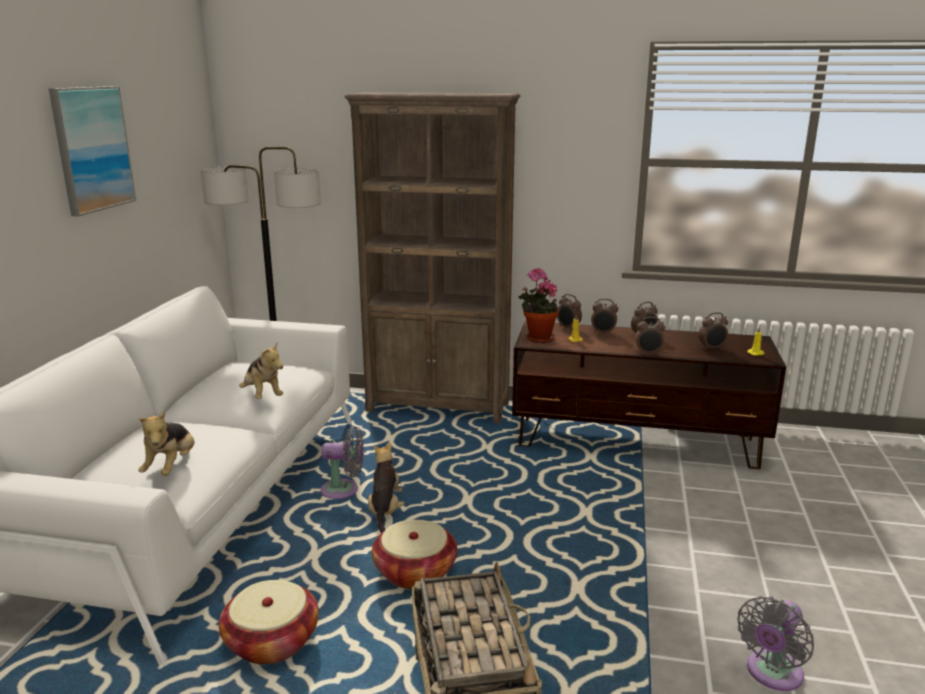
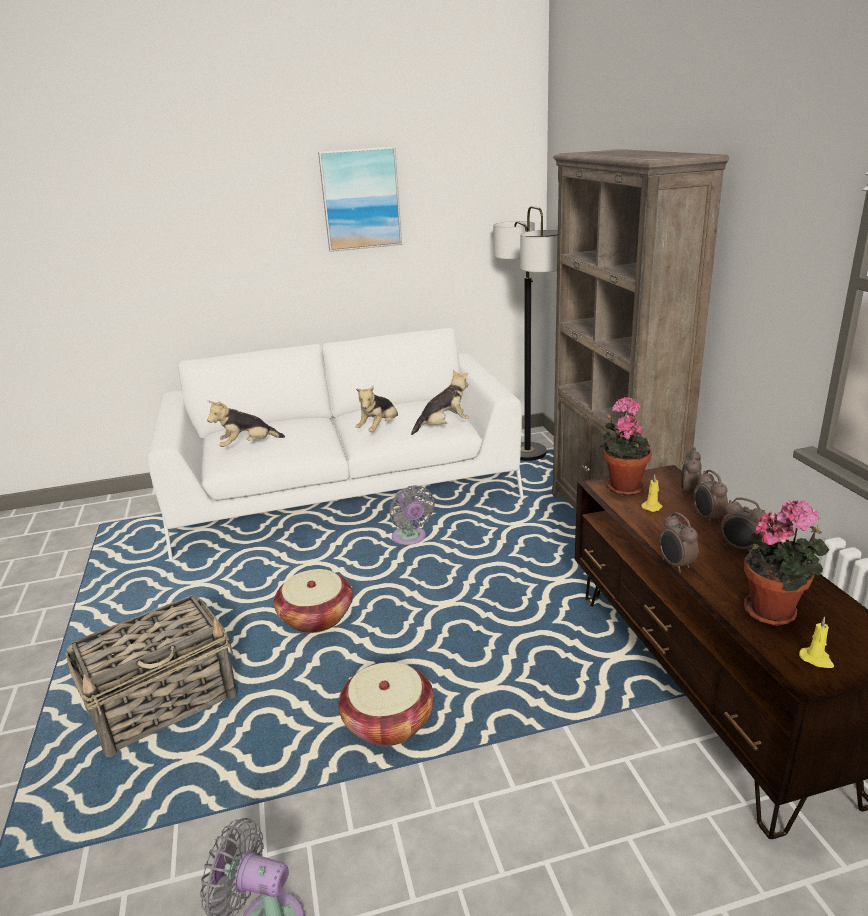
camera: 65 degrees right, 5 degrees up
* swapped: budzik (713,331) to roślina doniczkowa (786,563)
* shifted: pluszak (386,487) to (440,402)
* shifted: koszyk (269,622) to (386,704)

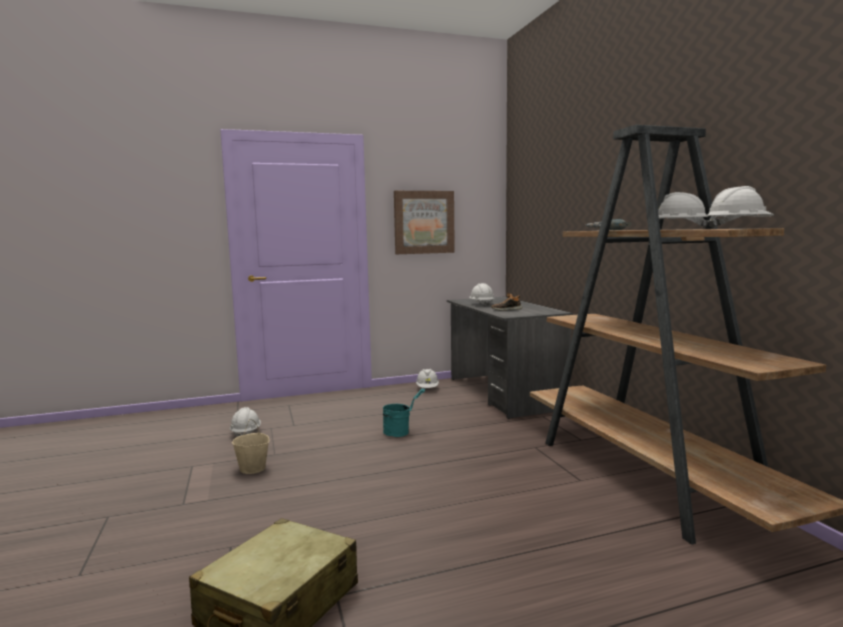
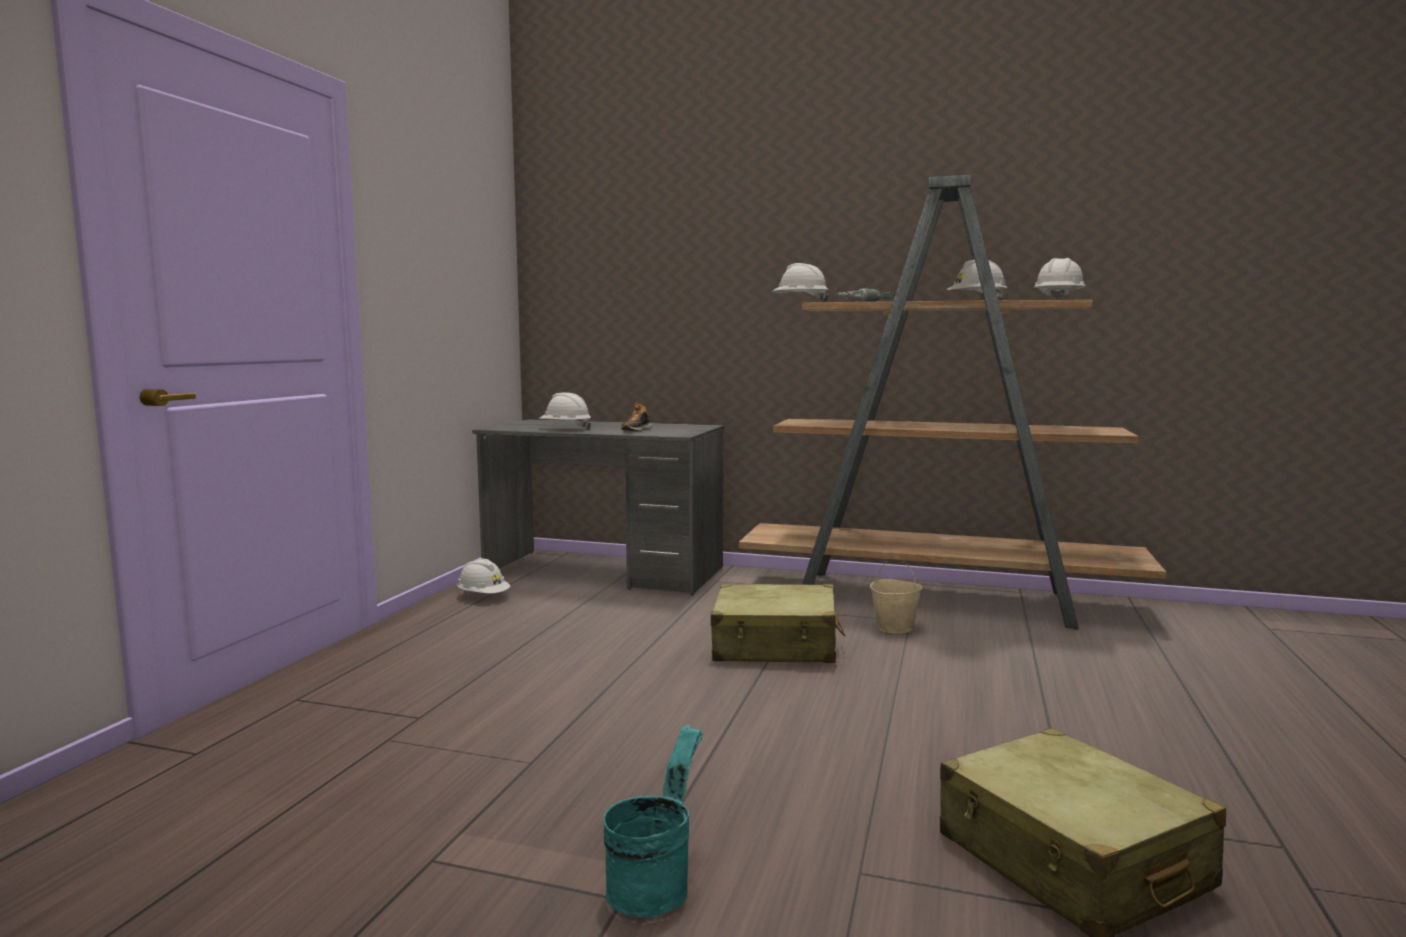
camera: 55 degrees left, 0 degrees up
* gone: obraz (424,222)
* shifted: wiadro/turkusowy (404,412) to (653,821)
* shifted: kask/biały (245,421) to (800,282)
* shifted: wiadro/beżowy (251,446) to (896,595)
* new: walizka/beżowy (778,623)

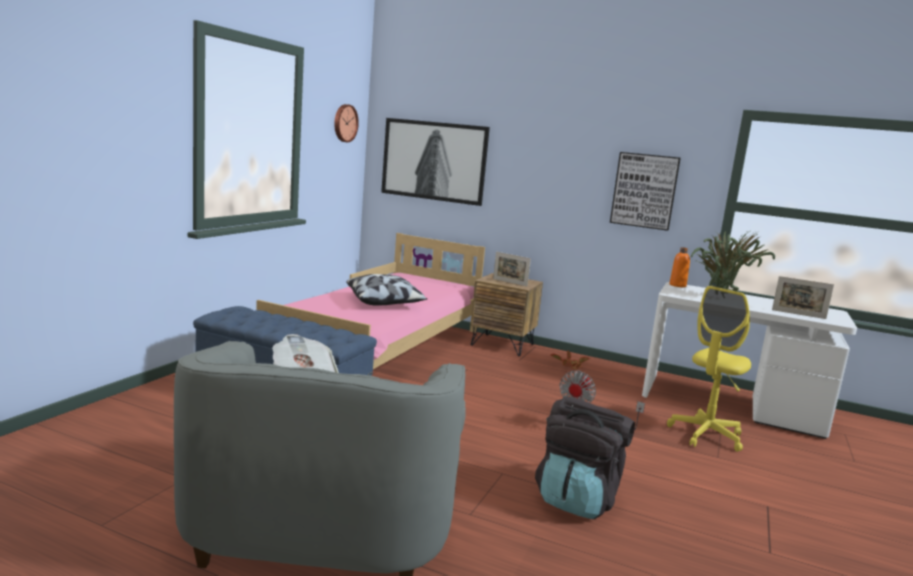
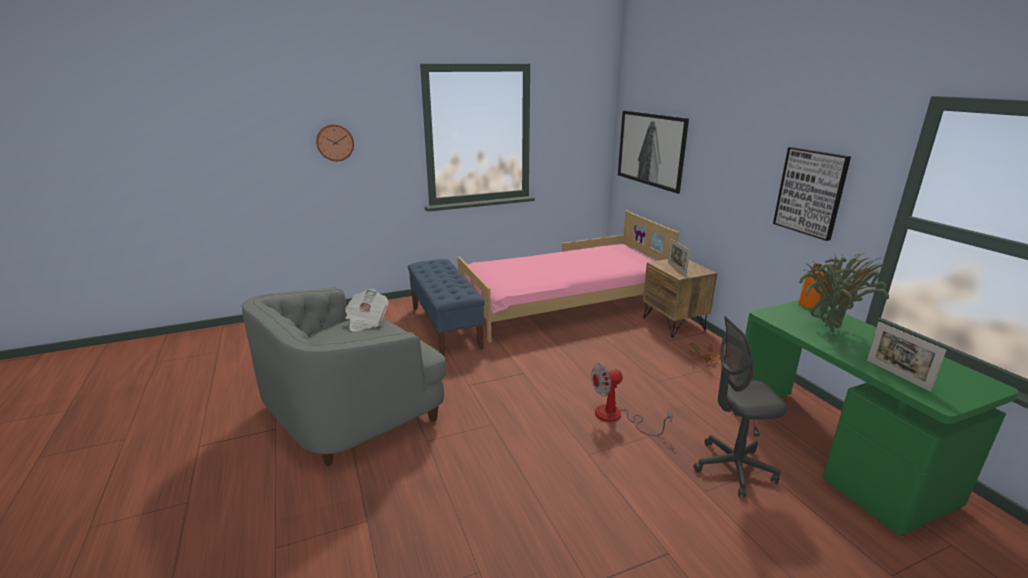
camera: 45 degrees right, 10 degrees up
* shifted: zegar ścienny (346,123) to (335,142)
* gone: poduszka (387,290)
* repainted: biurko/biały (749,360) to biurko/zielony (882,418)
* repainted: krzesło biurowe/żółty (709,369) to krzesło biurowe/szary (740,406)
* gone: plecak/czarny (585,458)

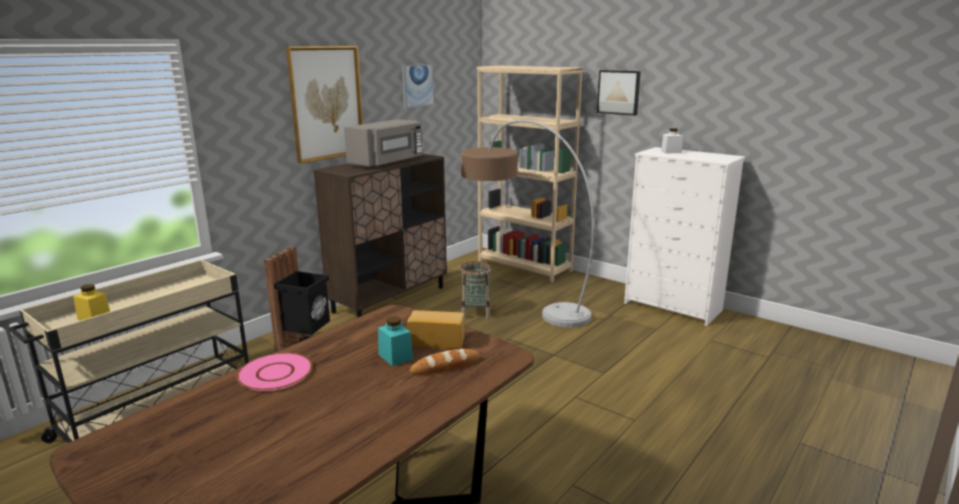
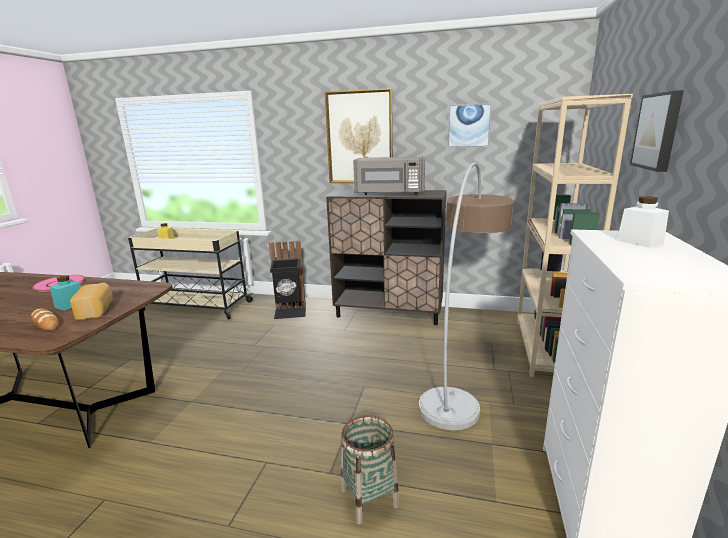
camera: 65 degrees right, 0 degrees up
* shifted: koszyk (475,290) to (370,470)

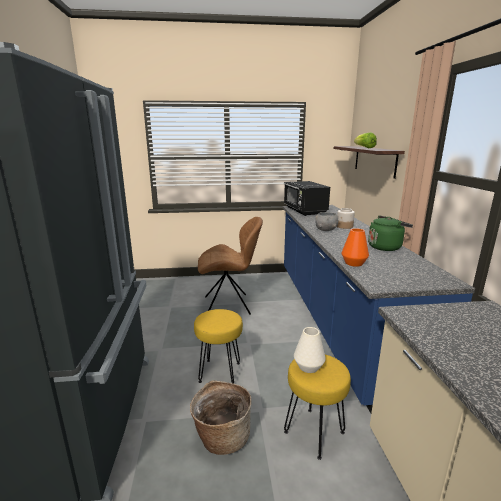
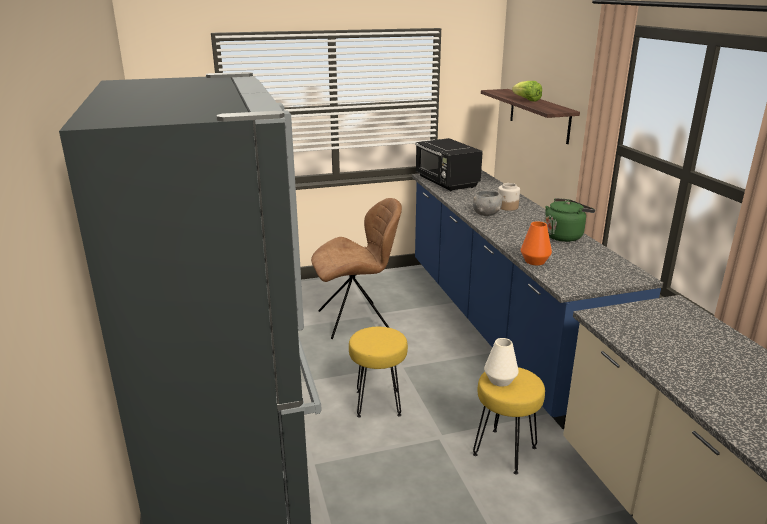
camera: 10 degrees left, 5 degrees up
* gone: koszyk (220,417)

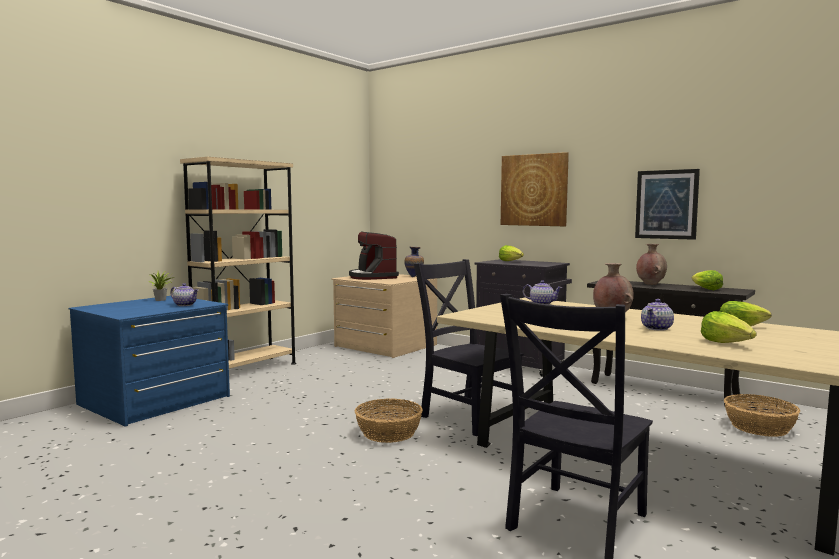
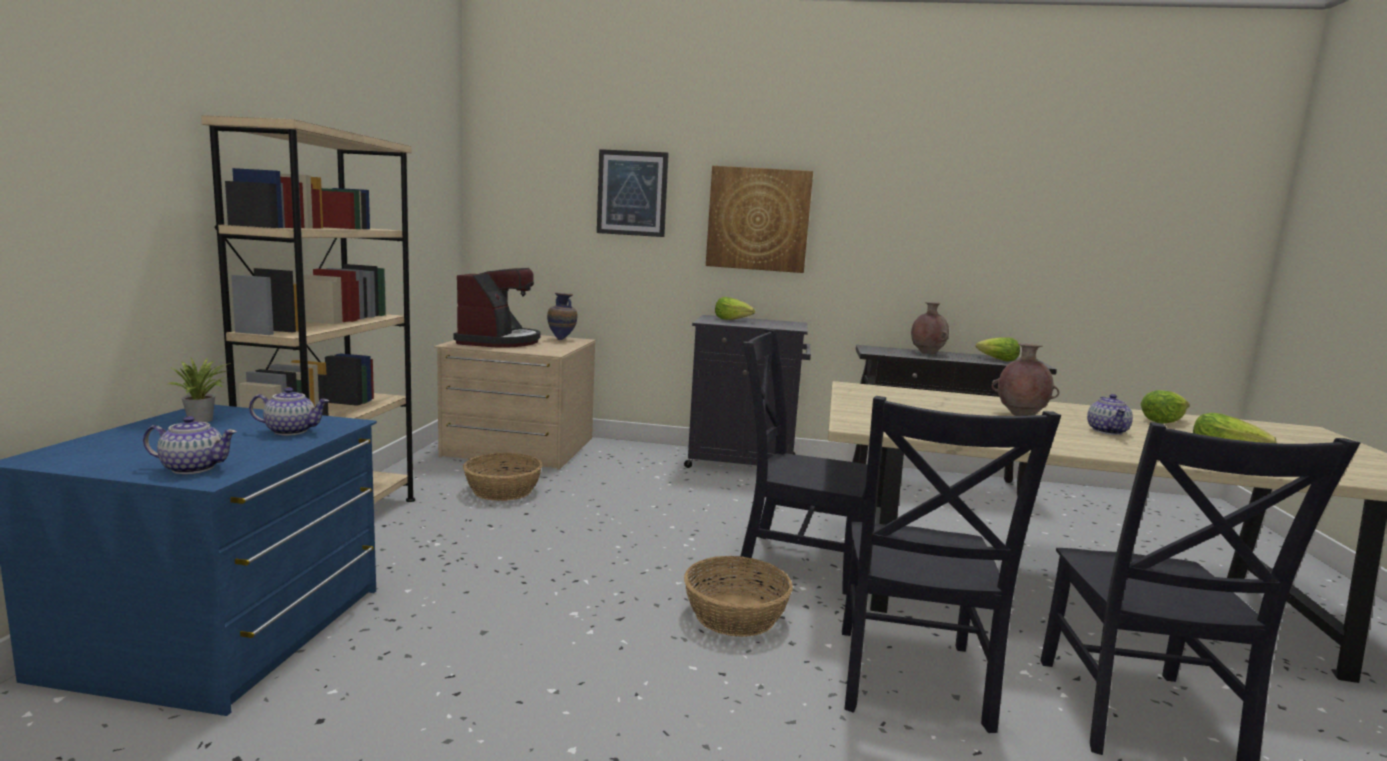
camera: 30 degrees left, 5 degrees up
* shifted: obraz (667,204) to (633,193)
* rotated: ekspres do kawy (374,256) = (497,308) 120 degrees counterclockwise
* shifted: imbryk (542,292) to (190,445)
* shifted: koszyk (762,415) to (502,477)
* new: krzesło/czarny (951,564)

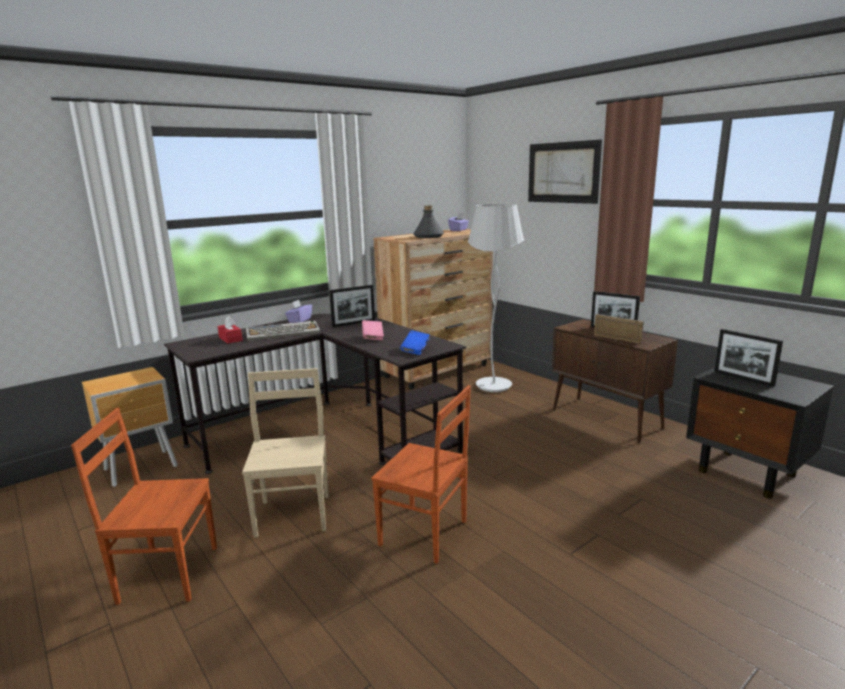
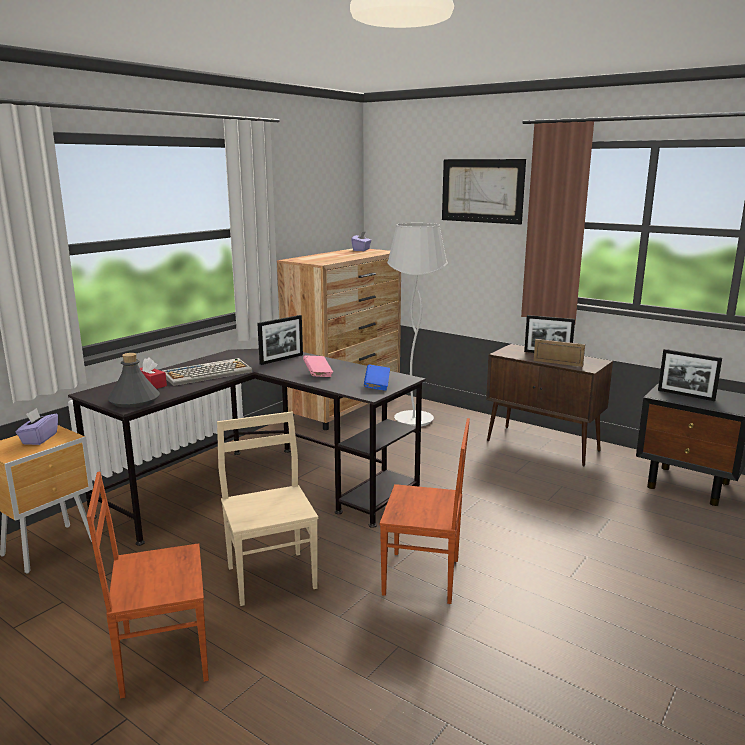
camera: 15 degrees left, 0 degrees up
* shifted: butelka/szary (428,221) to (134,380)
* shifted: pudełko chusteczek/fioletowy (298,311) to (37,426)

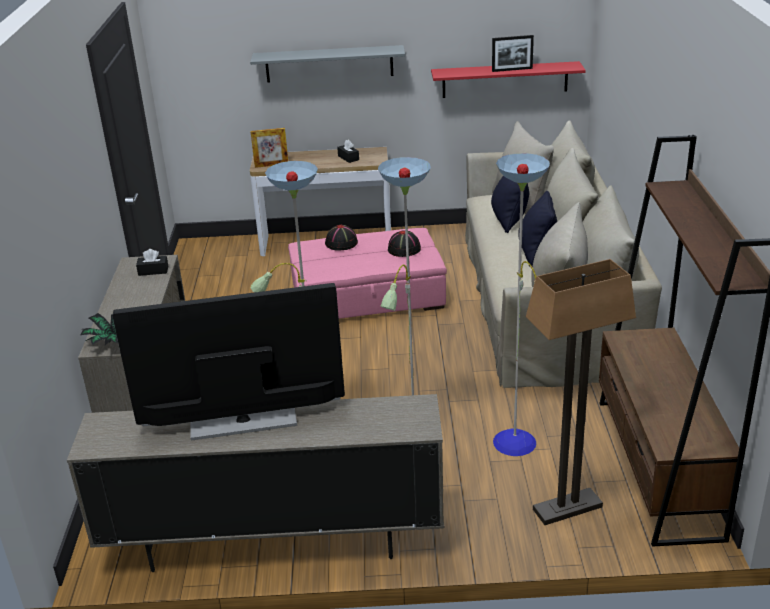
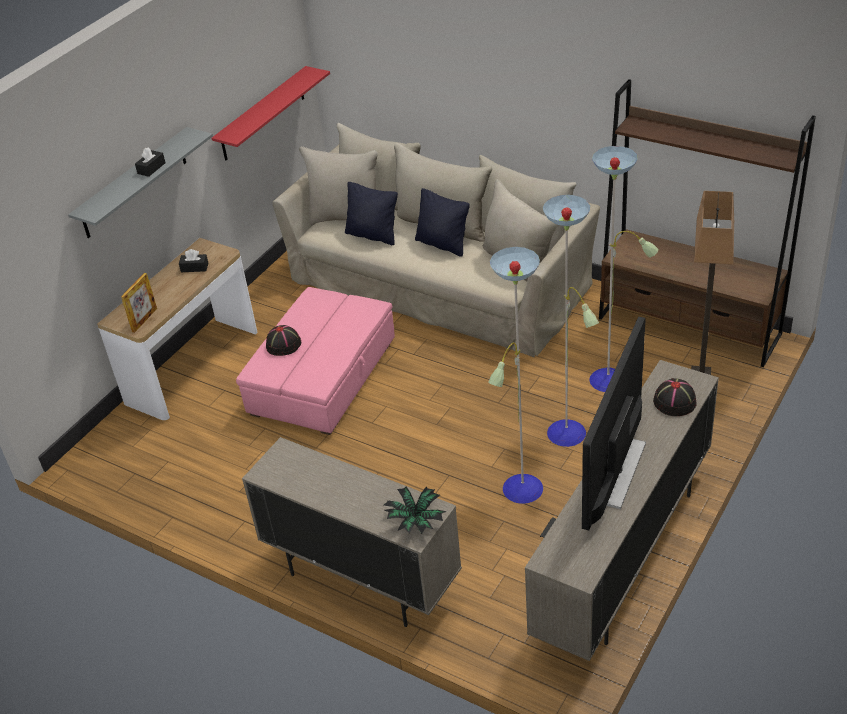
camera: 55 degrees left, 10 degrees up
* gone: ramka na zdjęcie (513,53)
* shifted: kapelusz/czarny (404,243) to (675,397)
* shifted: pudełko chusteczek/czarny (152,262) to (150,162)

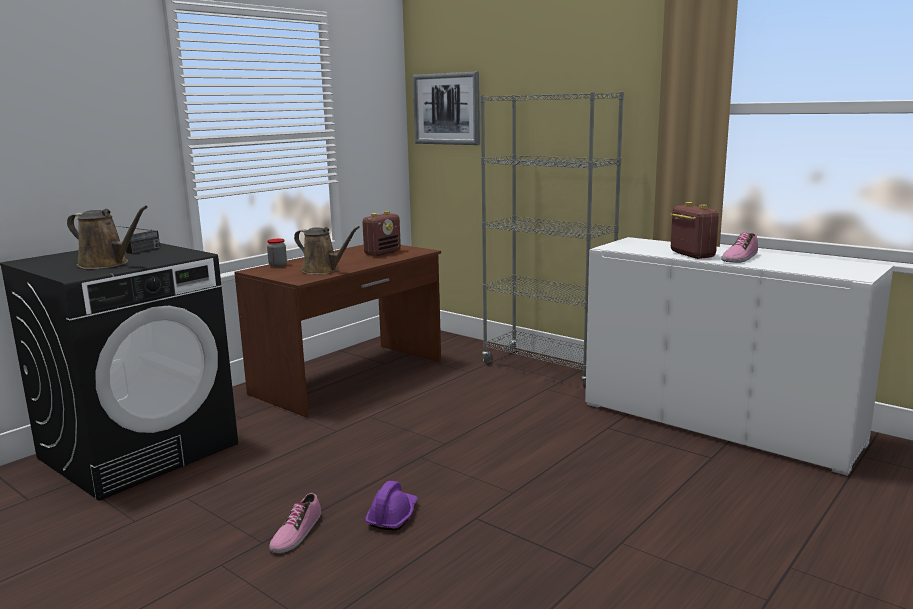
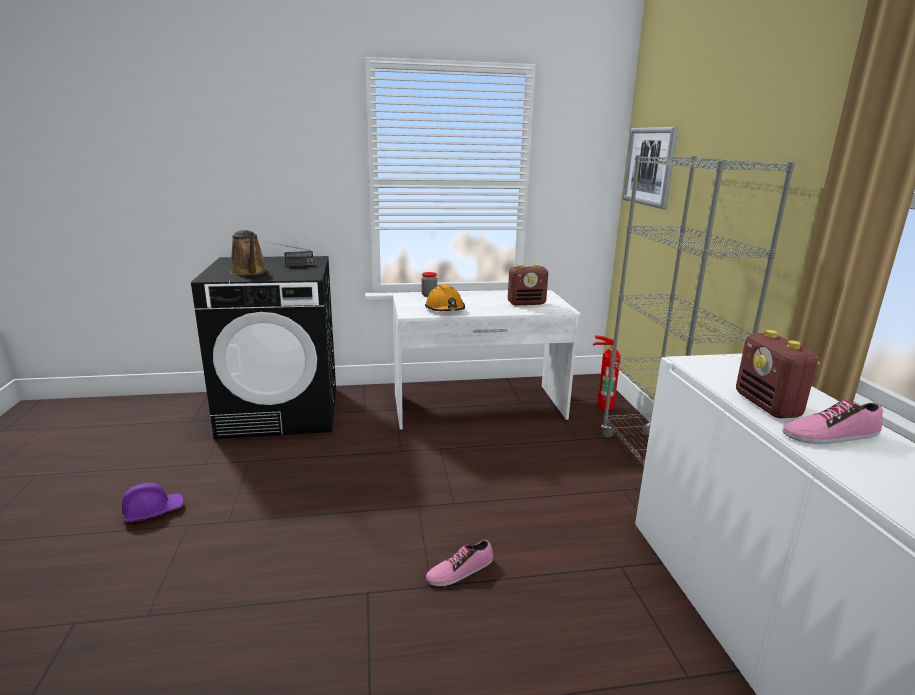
camera: 40 degrees right, 5 degrees up
* rotated: radio (694,230) = (778,374) 150 degrees clockwise
* swapped: konewka/brązowy (327,250) to kask/pomarańczowy (445,297)
* repainted: biurko/brązowy (337,330) to biurko/biały (487,359)
* shifted: kask/fioletowy (391,506) to (153,503)
* shifted: but (295,523) to (459,563)
* new: gaśnica (607,372)

